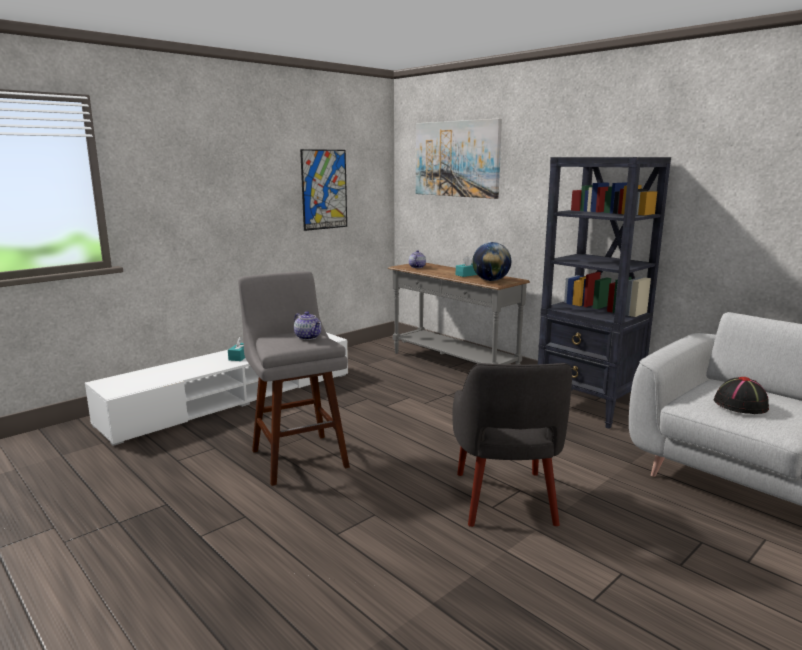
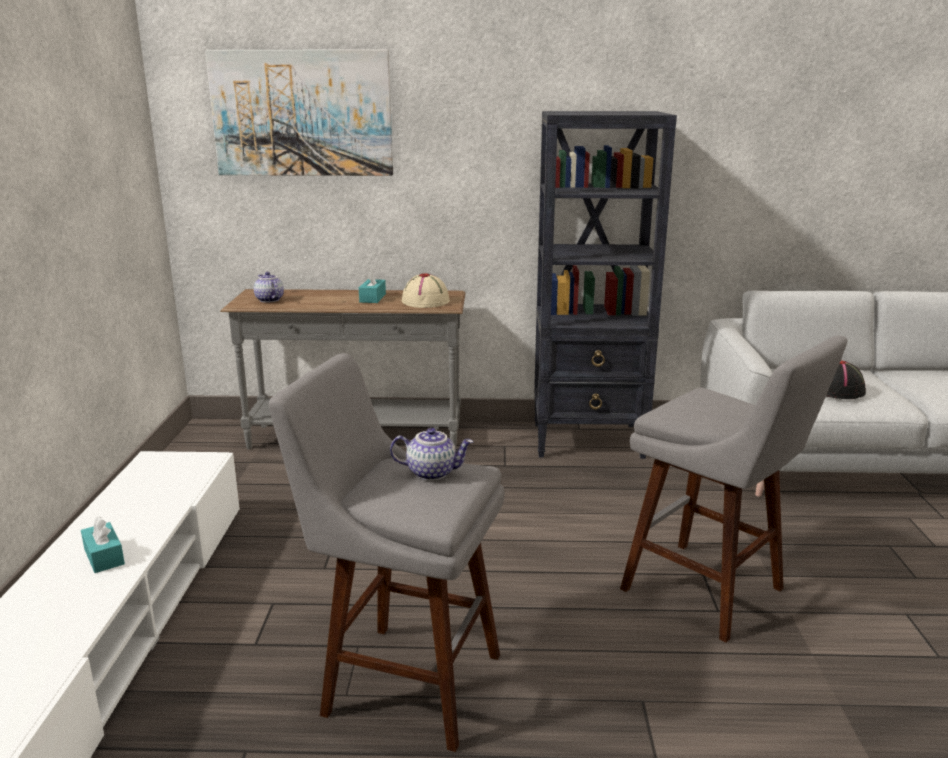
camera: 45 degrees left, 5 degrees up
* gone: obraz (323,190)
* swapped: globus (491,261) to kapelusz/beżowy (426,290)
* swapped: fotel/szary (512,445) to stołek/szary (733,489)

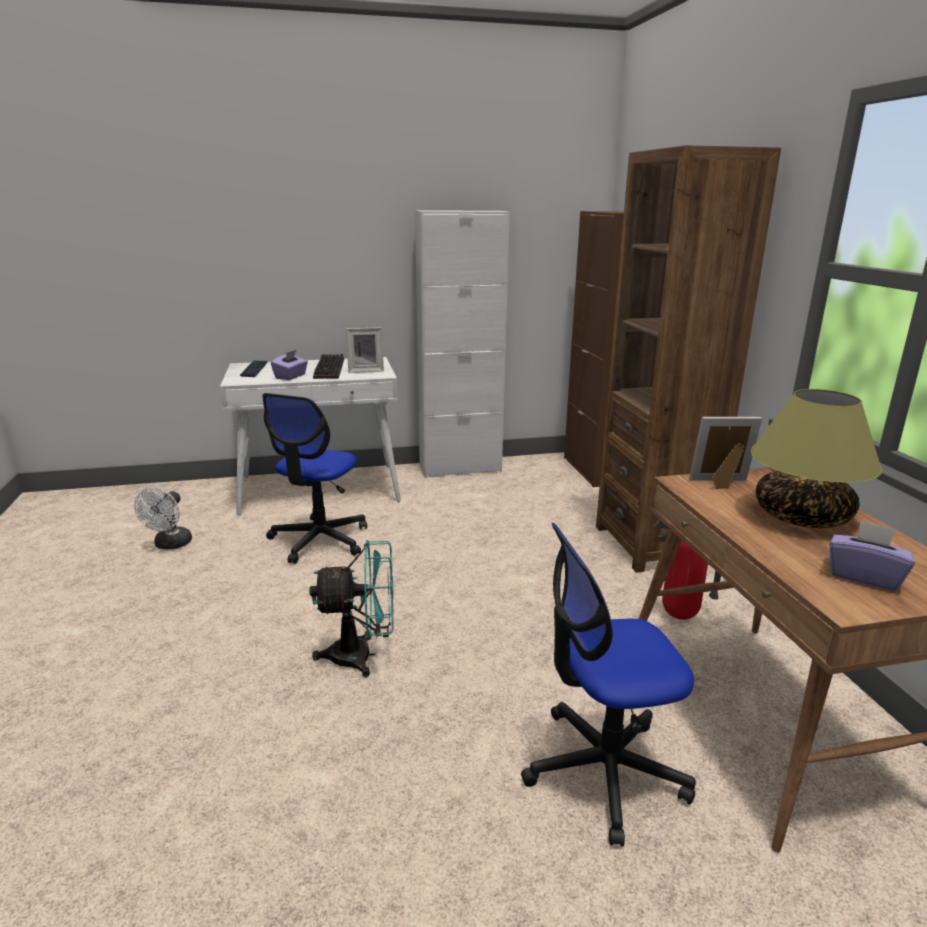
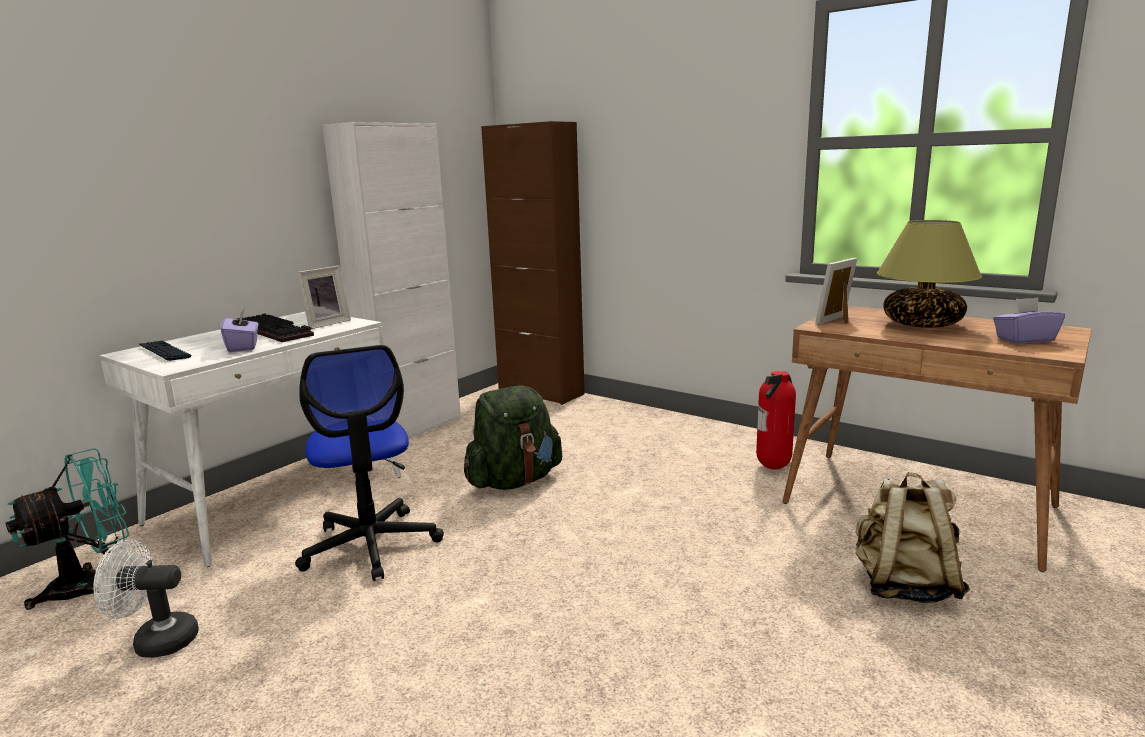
camera: 40 degrees left, 5 degrees down
* gone: regał/brązowy (688,359)
* rotated: wentylator/biały (163,518) = (146,599) 120 degrees clockwise
* swapped: krzesło biurowe (608,684) to plecak/beżowy (912,537)
* shifted: wentylator/turkusowy (351,608) to (67,529)
* new: plecak/zielony (513,437)

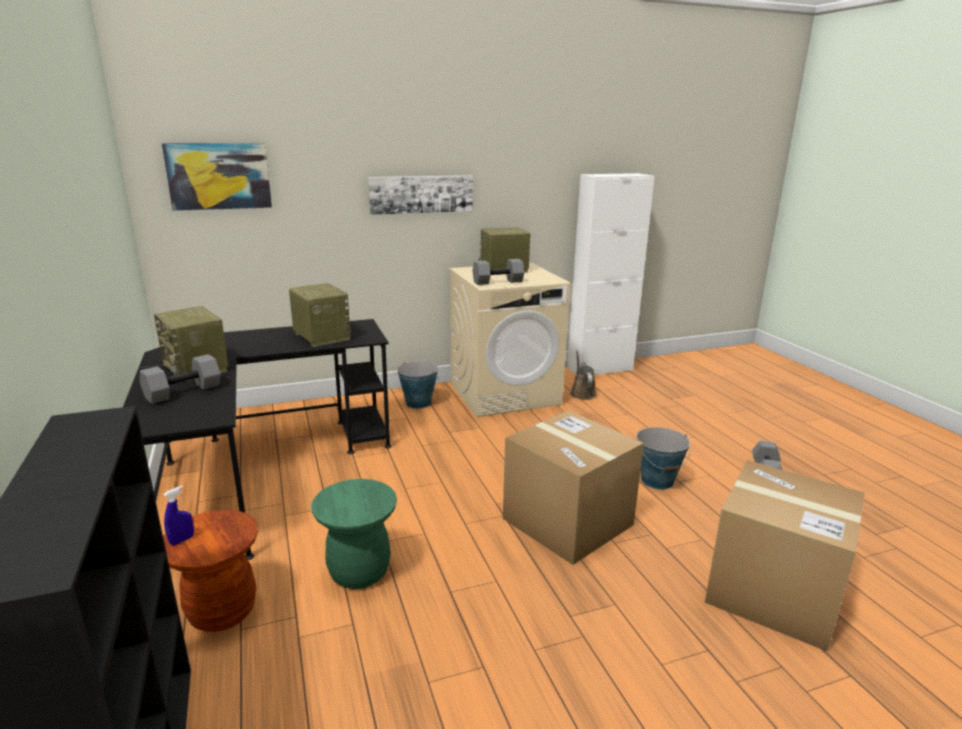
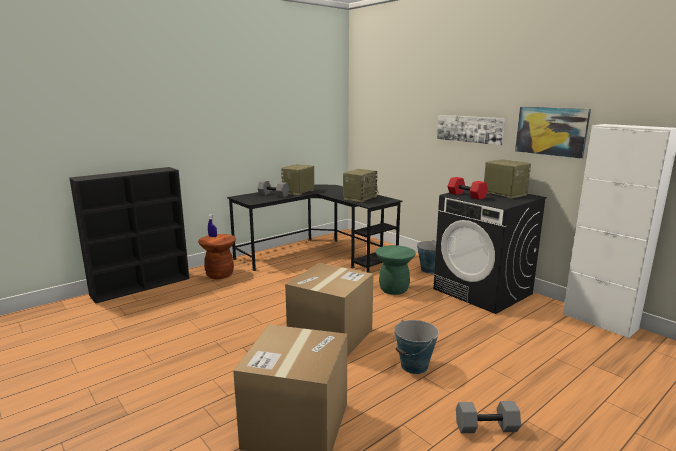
camera: 70 degrees right, 5 degrees down
* shifted: obraz (217,177) to (553,133)
* repainted: hantel/szary (498,272) to hantel/czerwony (468,188)
* repainted: pralka/beżowy (509,340) to pralka/czarny (490,252)
* gone: konewka/brązowy (583,375)
* shifted: stołek/zielony (354,534) to (396,270)

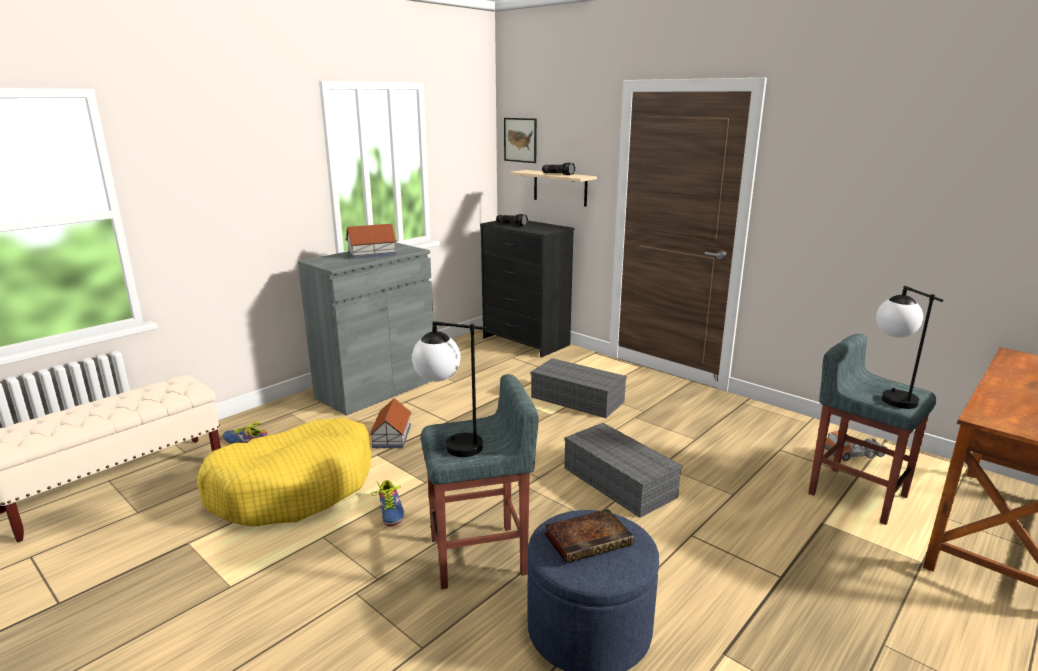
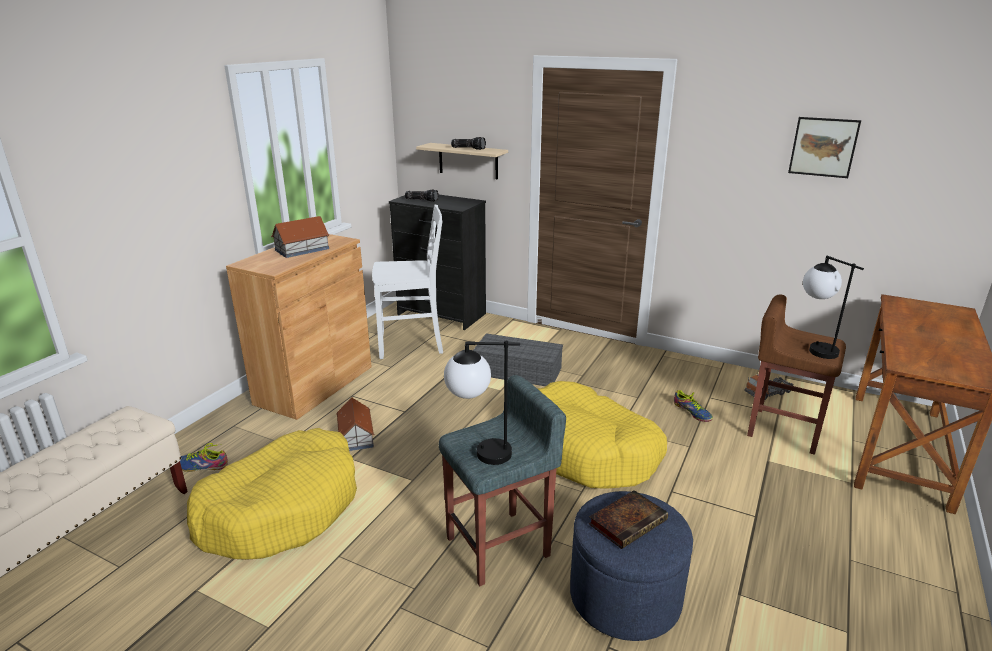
camera: 15 degrees left, 5 degrees up
* shifted: obraz (520,140) to (824,147)
* repainted: szafka/szary (365,329) to szafka/brązowy (299,327)
* repainted: stołek/szary (872,429) to stołek/brązowy (796,374)
* swapped: pojemnik do przechowywania/szary (623,470) to legowisko/żółty (602,435)
* shifted: but (387,503) to (693,406)
* new: krzesło/biały (407,282)

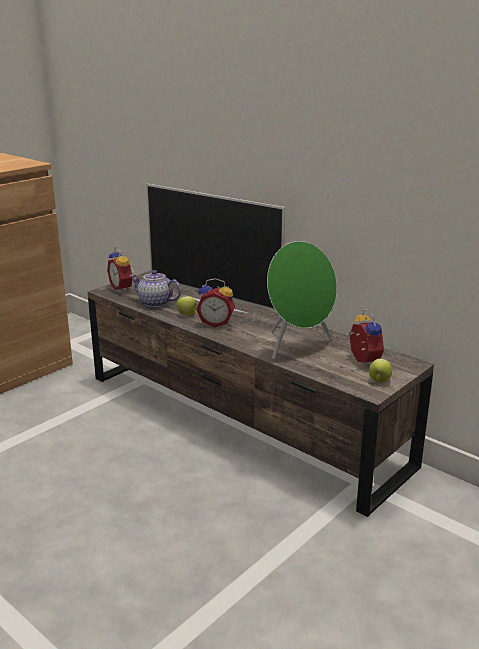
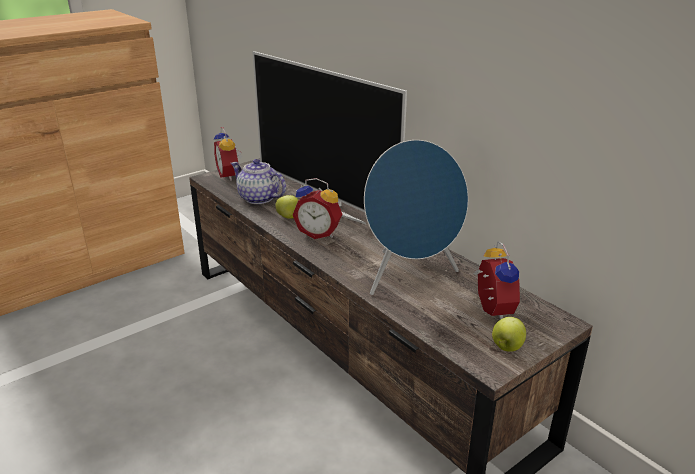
camera: 10 degrees right, 5 degrees up
* repainted: głośnik/zielony (302,300) to głośnik/niebieski (416,217)

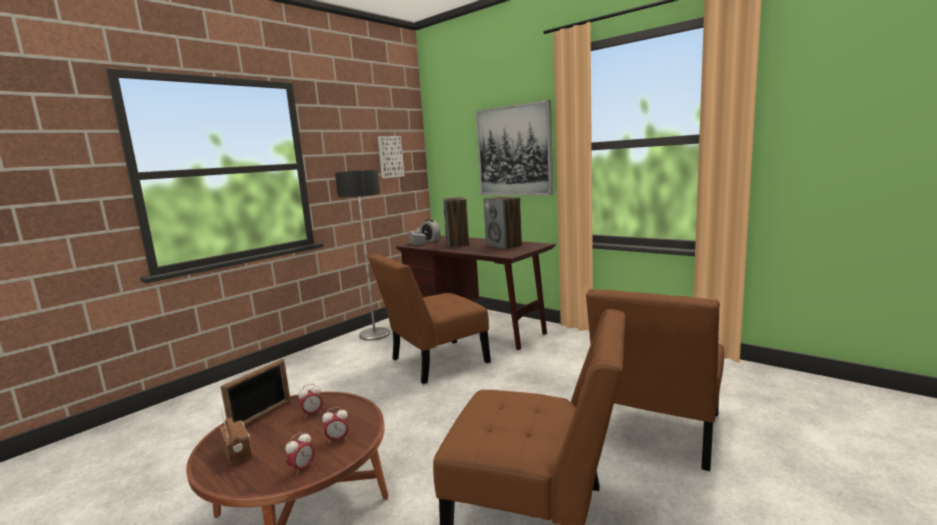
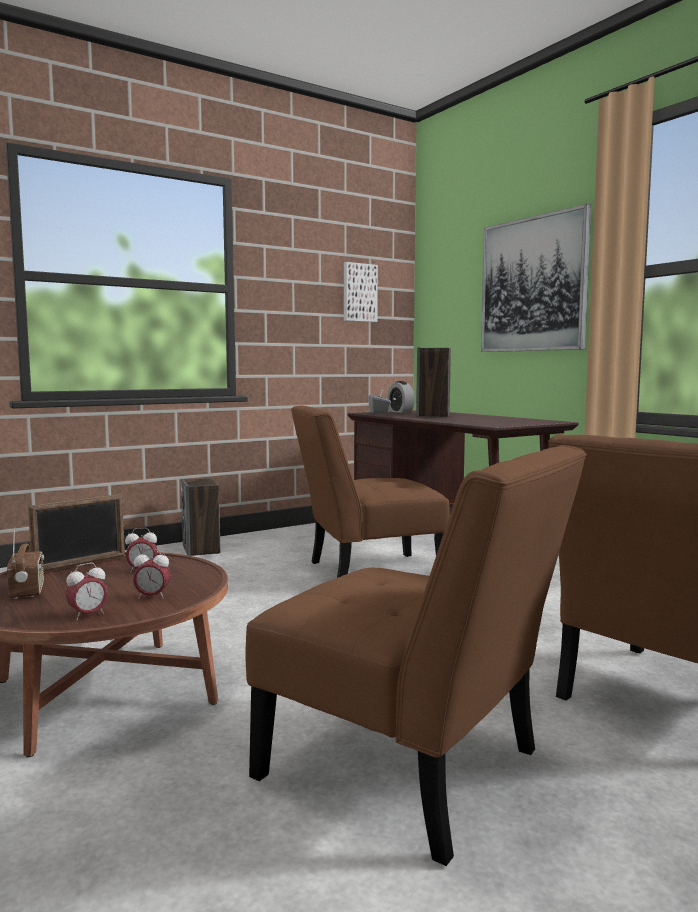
camera: 15 degrees right, 5 degrees down
* gone: lampa stojąca (362,255)
* shifted: głośnik (502,223) to (201,517)

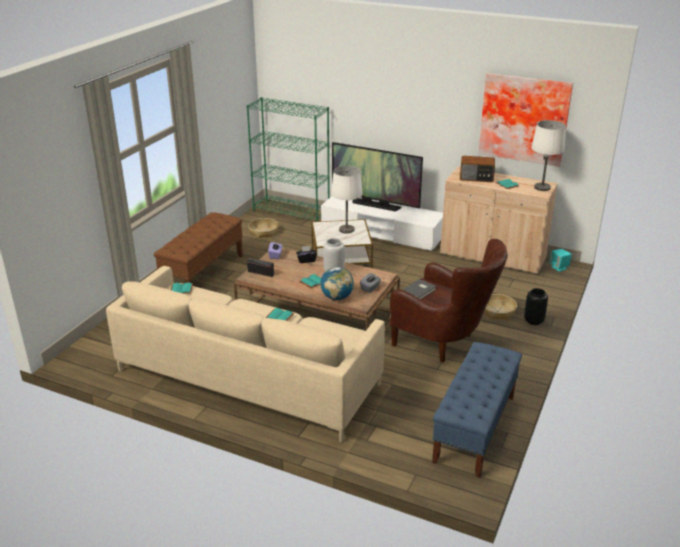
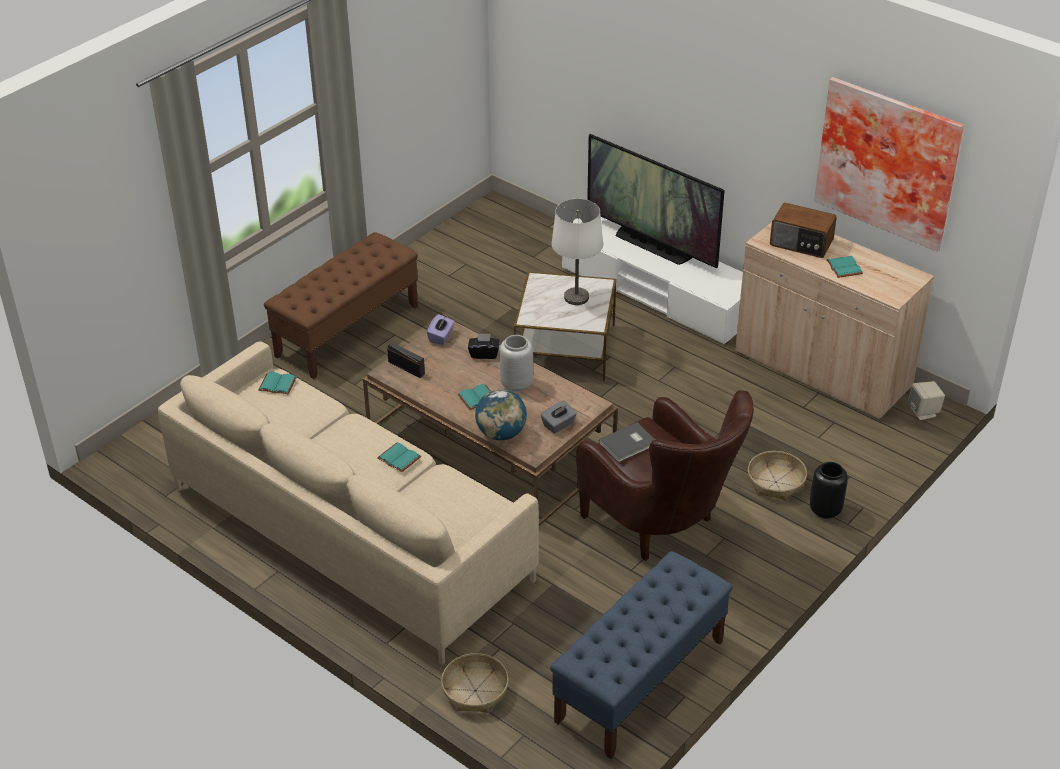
camera: 15 degrees right, 10 degrees up
* gone: regał/zielony (288,159)
* gone: lampa stołowa/biały (548,155)
* shifted: koszyk (264,228) to (474,683)
* repainted: głośnik/turkusowy (560,260) to głośnik/beżowy (926,400)

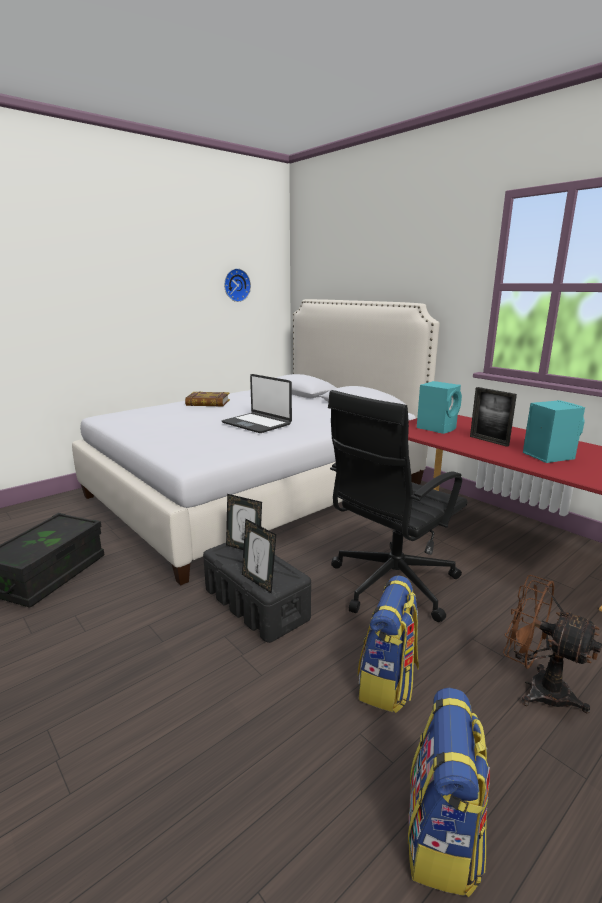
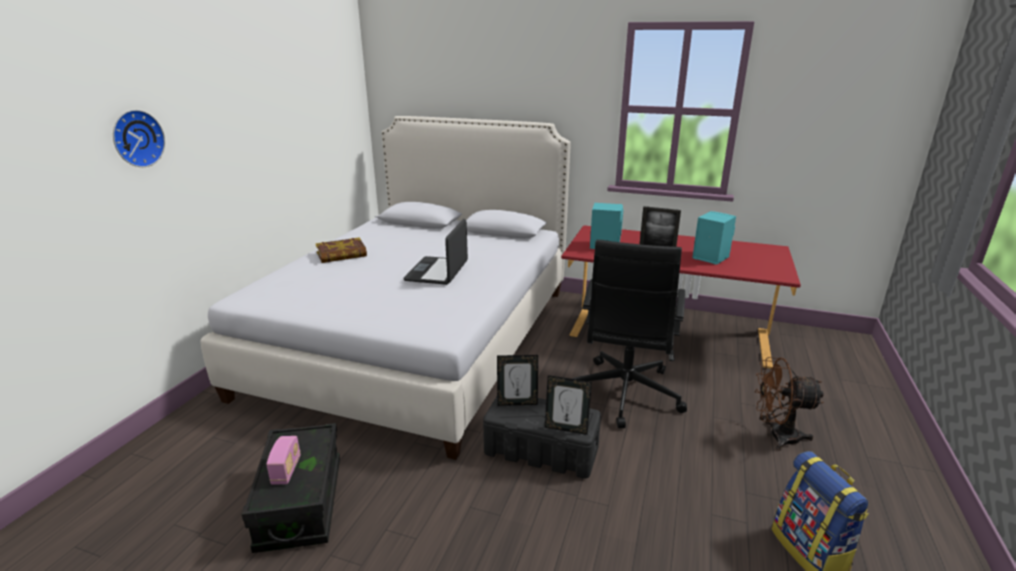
camera: 30 degrees left, 5 degrees up
* shifted: zegar ścienny (237,285) to (139,138)
* rotated: laptop (257,403) = (436,252) 90 degrees clockwise
* gone: plecak (388,644)
* new: radio (283,460)

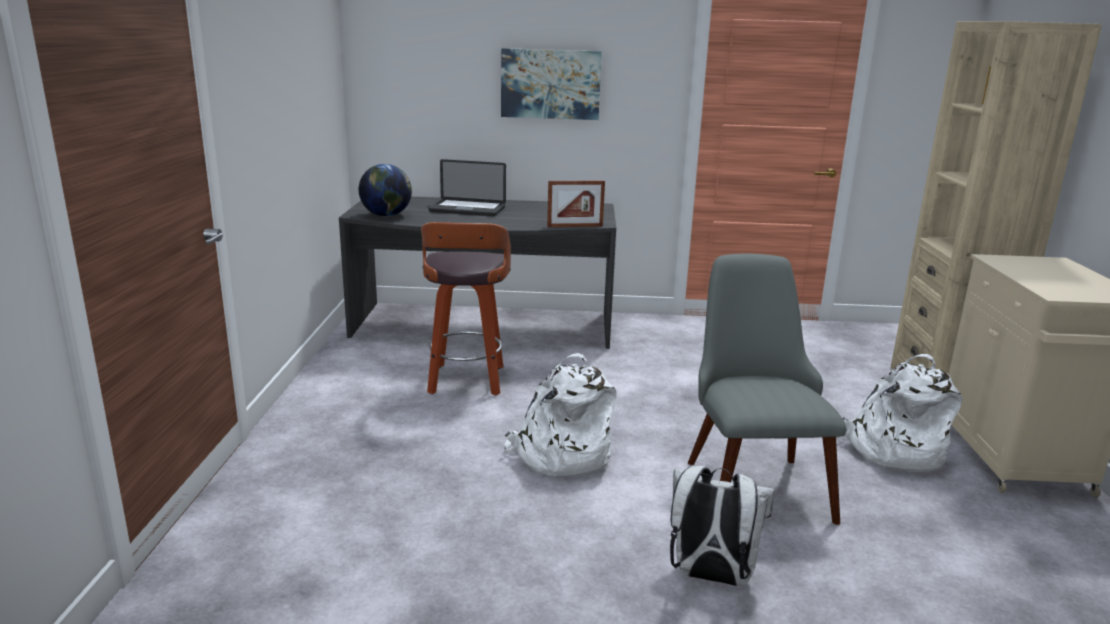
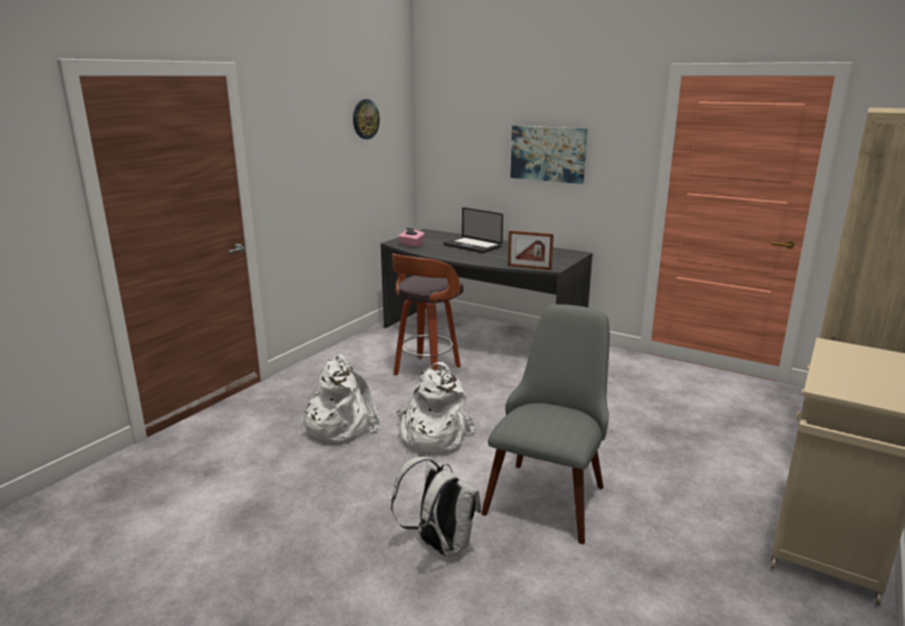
camera: 30 degrees right, 0 degrees up
* swapped: globus (385,190) to pudełko chusteczek/różowy (411,237)
* shifted: plecak/biały (900,413) to (340,399)
* new: zegar ścienny (366,119)

